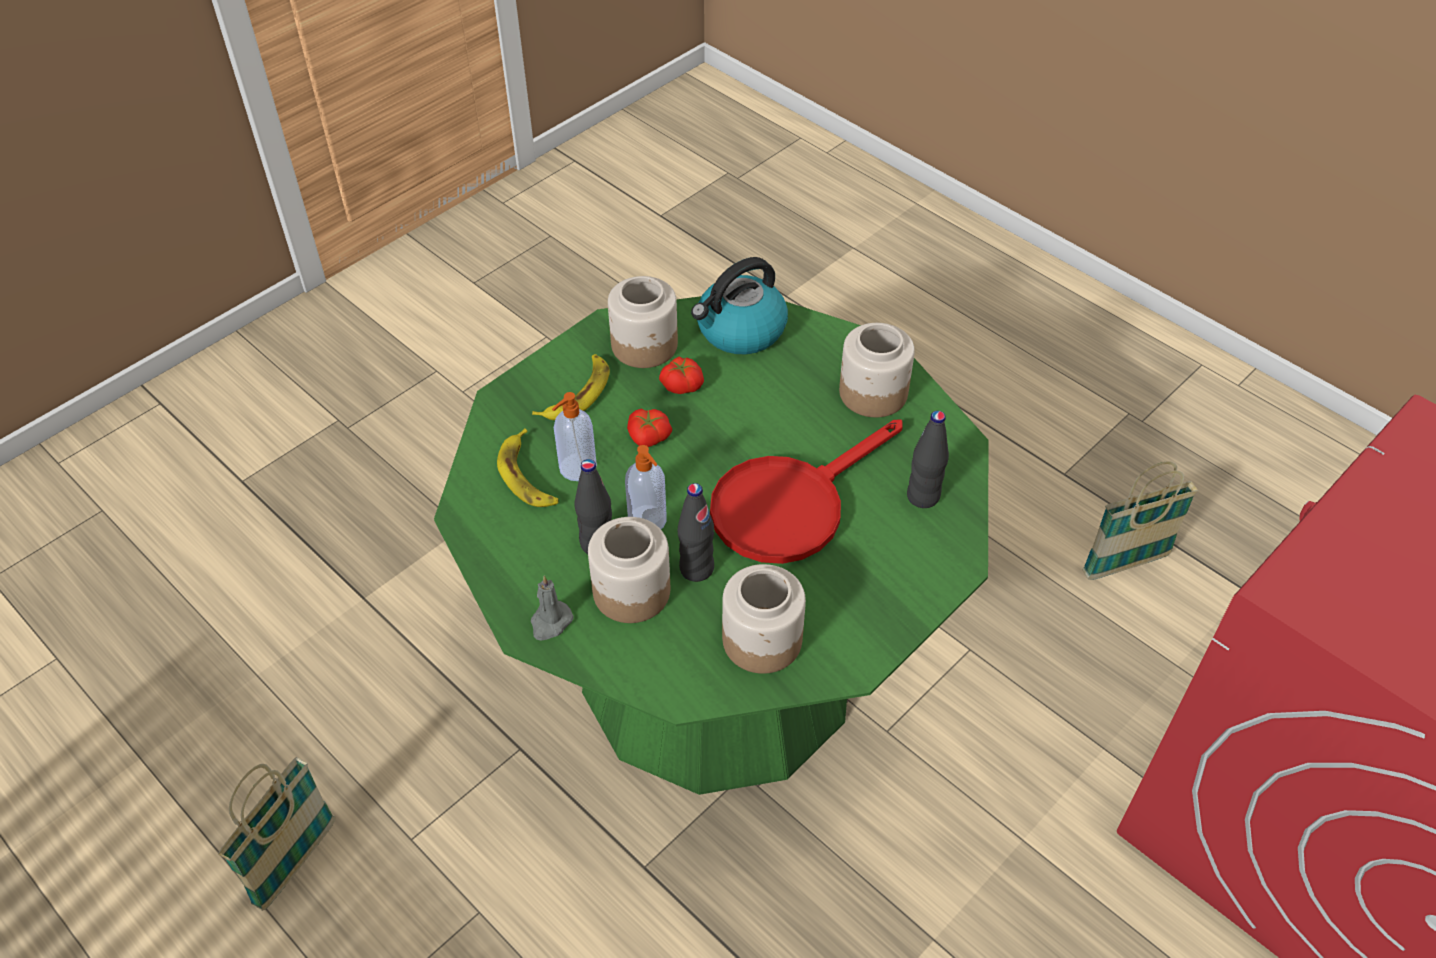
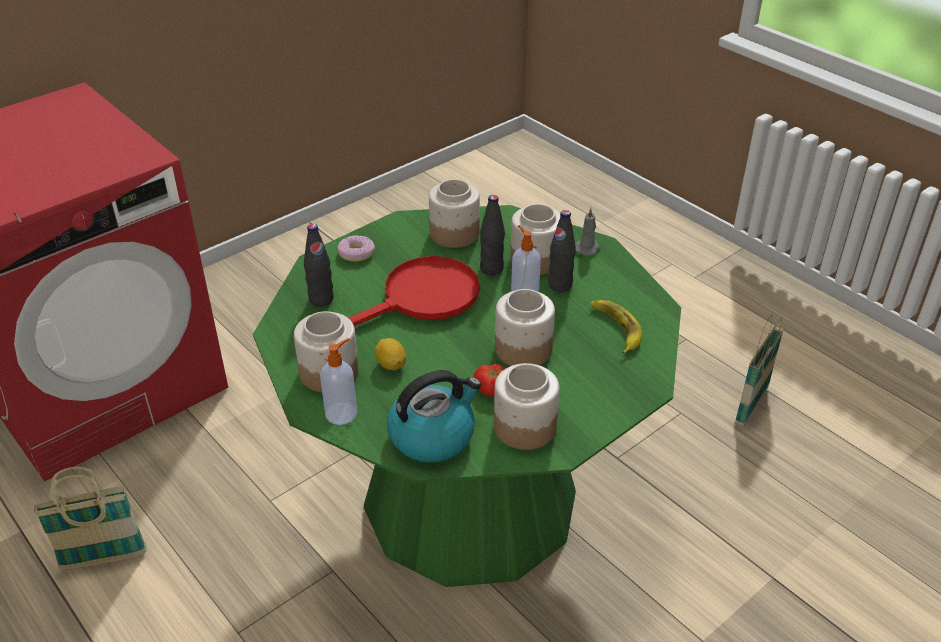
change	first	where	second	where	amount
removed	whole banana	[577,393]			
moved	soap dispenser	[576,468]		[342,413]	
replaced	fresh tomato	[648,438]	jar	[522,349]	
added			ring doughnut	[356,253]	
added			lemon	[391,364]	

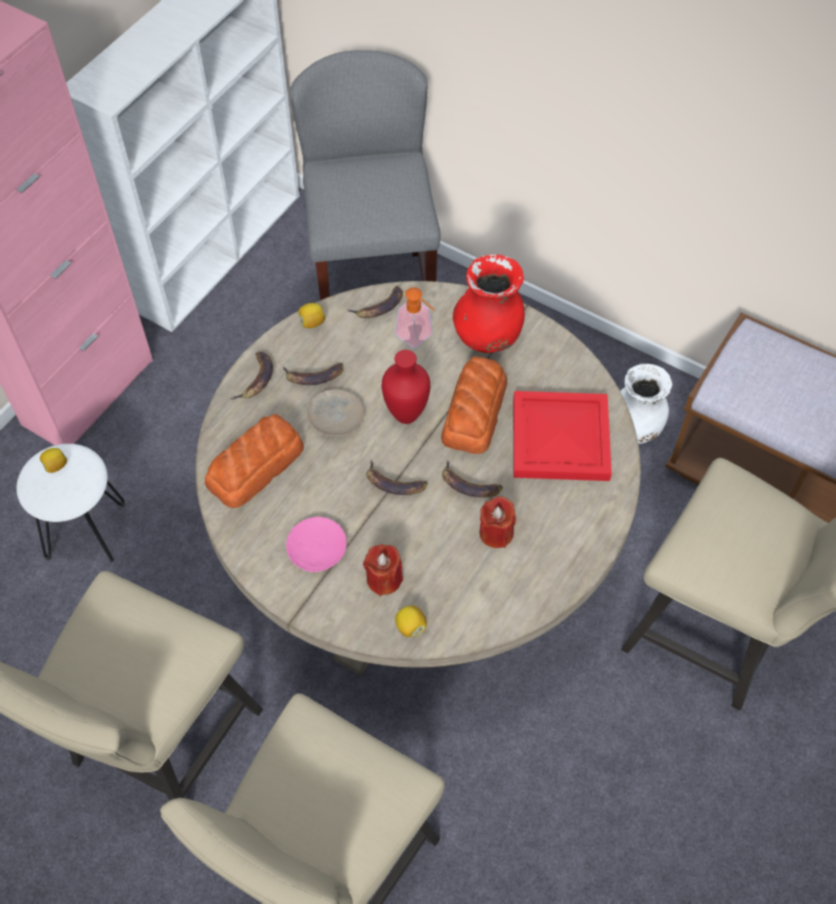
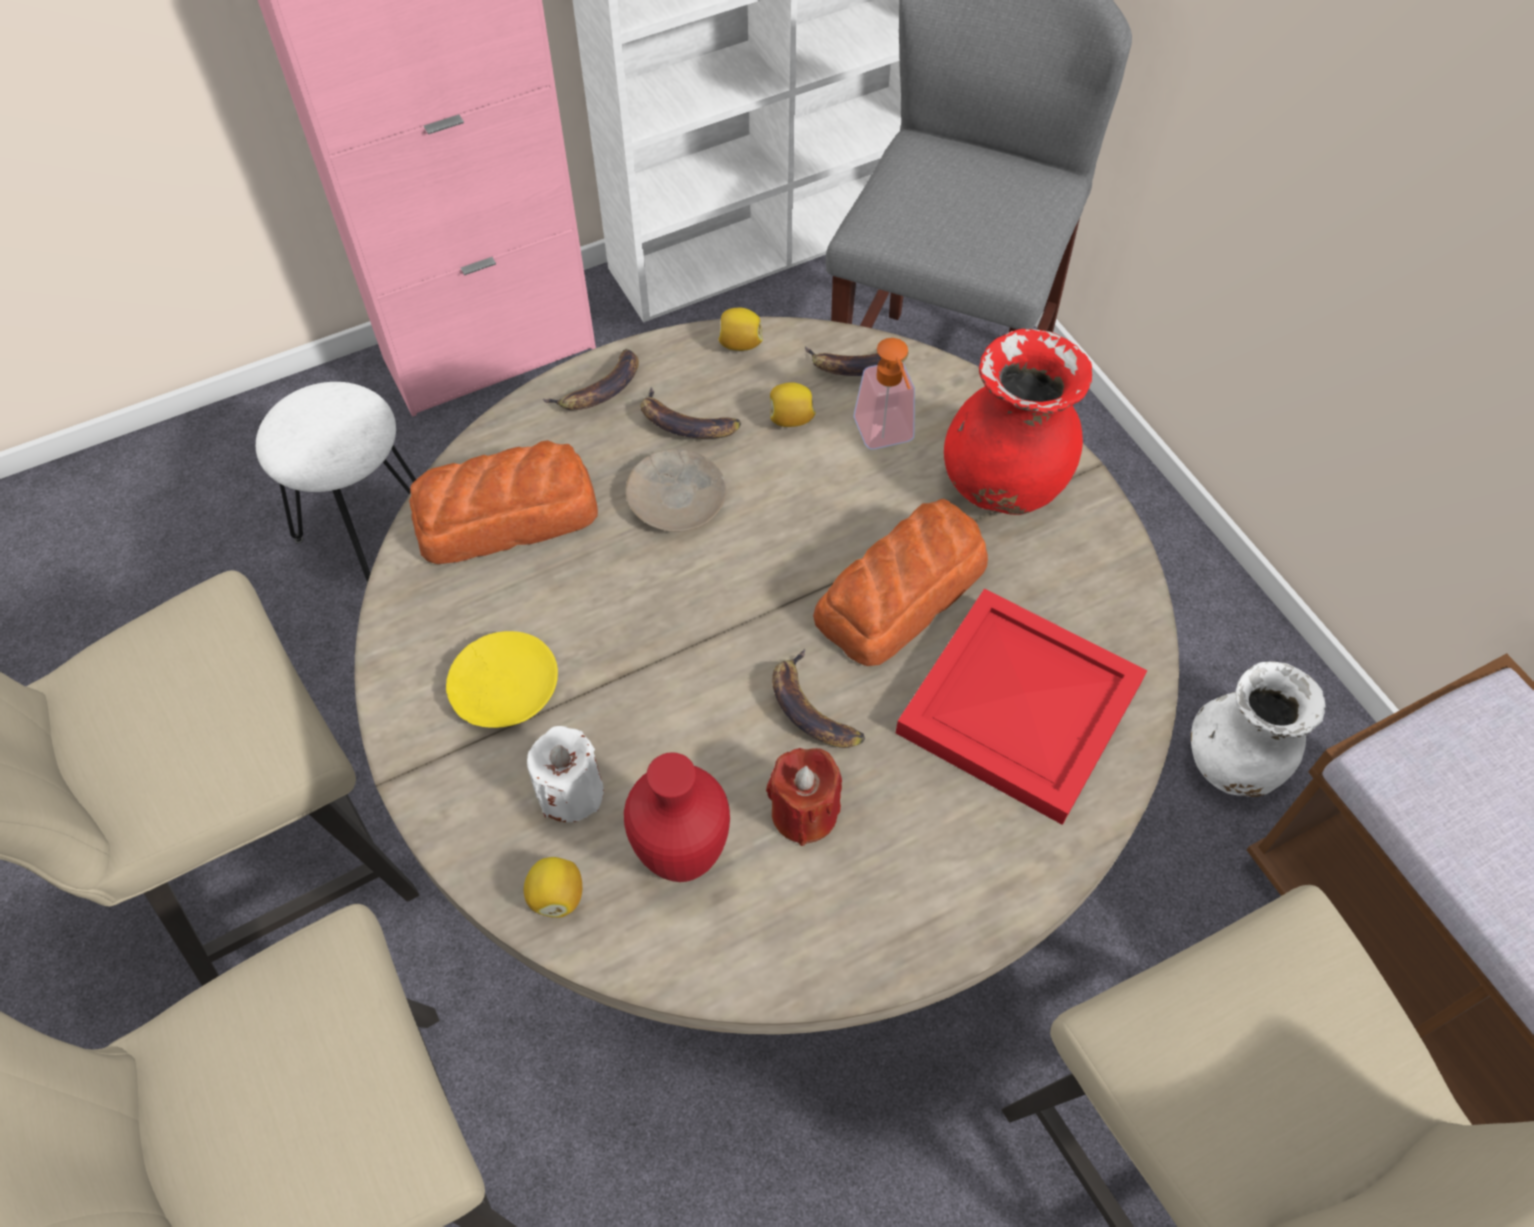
change	first	where	second	where	amount
moved	red decorative vase	[405,414]		[683,857]	
moved	lemon	[56,466]		[790,419]	
removed	whole banana	[393,483]			
recoloured	pink-coloured flat dish	[316,549]	yellow-coloured flat dish	[503,687]	
recoloured	red wax candle	[384,579]	white-coloured wax candle	[571,792]	

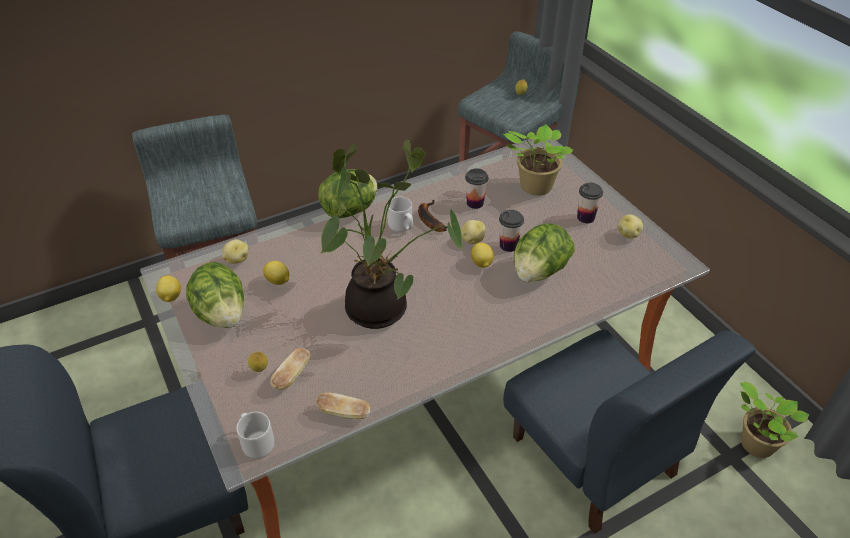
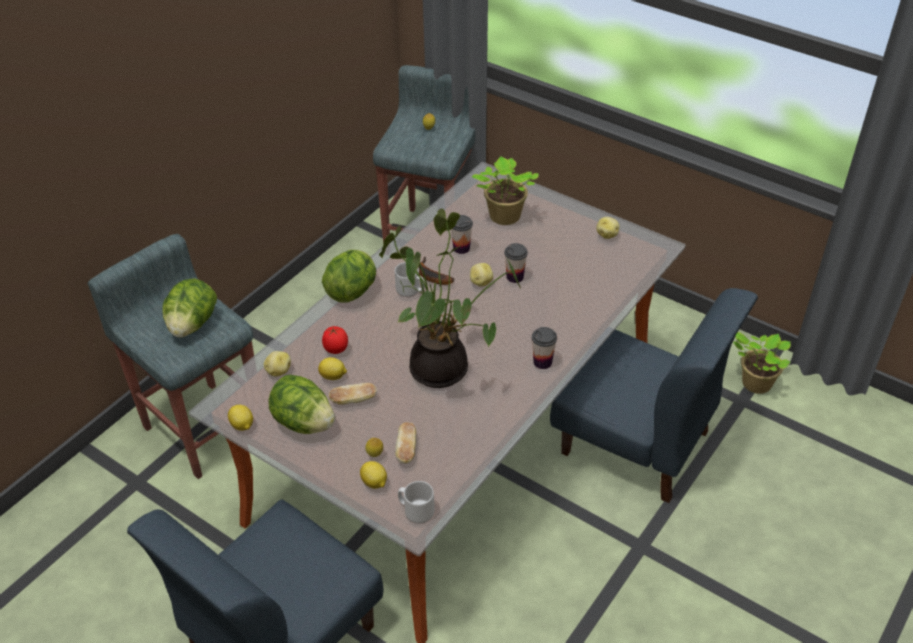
change	first	where	second	where	amount
moved	drinking cup	[585,217]		[542,362]	
moved	lettuce	[539,272]		[192,325]	
moved	lemon	[481,263]		[374,483]	
moved	baked bread	[344,413]		[354,400]	
added			fresh tomato	[336,350]	

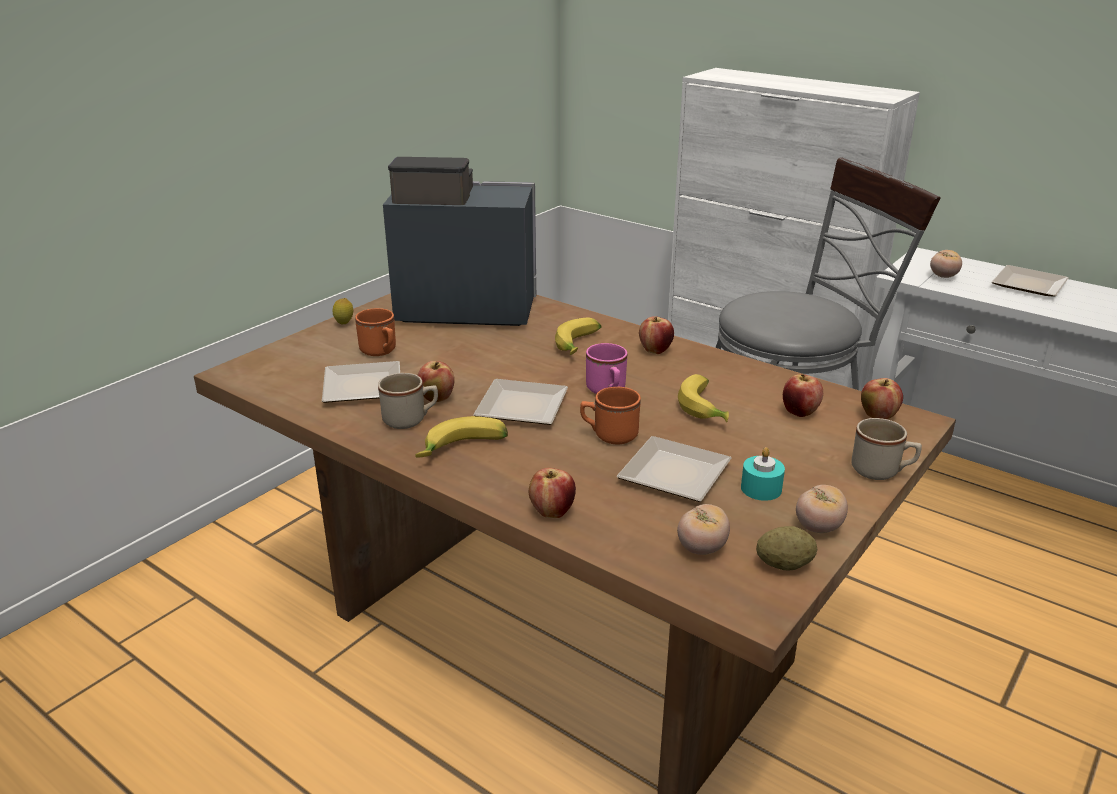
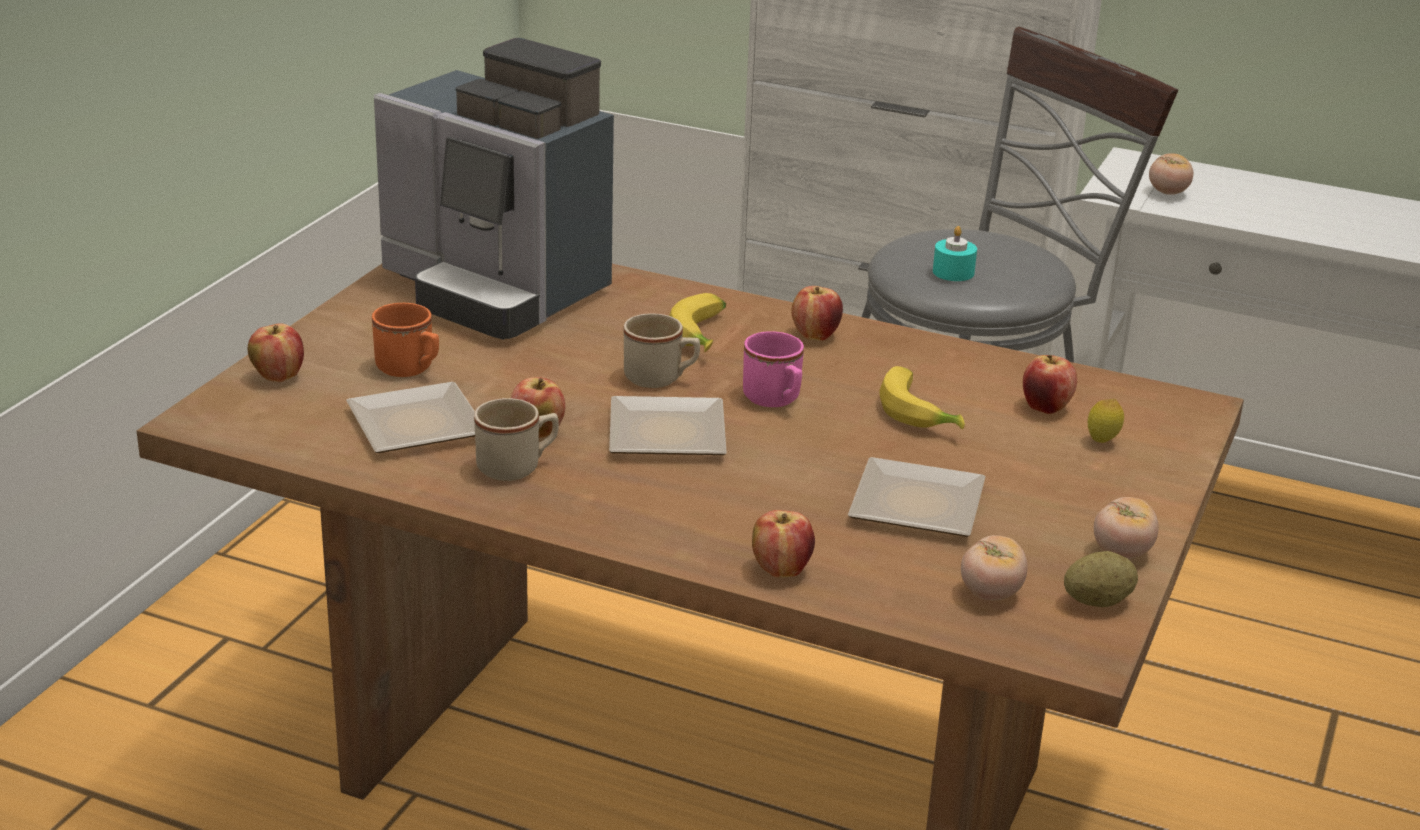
change	first	where	second	where	amount
turned	coffee machine	[461,308]		[494,291]	135 degrees counterclockwise
removed	flat dish	[1027,284]			
moved	lemon	[344,324]		[1102,442]	
moved	apple fruit	[878,416]		[278,377]	
removed	orange-coloured coffee mug	[609,435]			
removed	whole banana	[463,450]			
moved	beige-coloured coffee mug	[882,471]		[661,379]	
moved	blue-green wax candle	[761,488]		[953,272]	

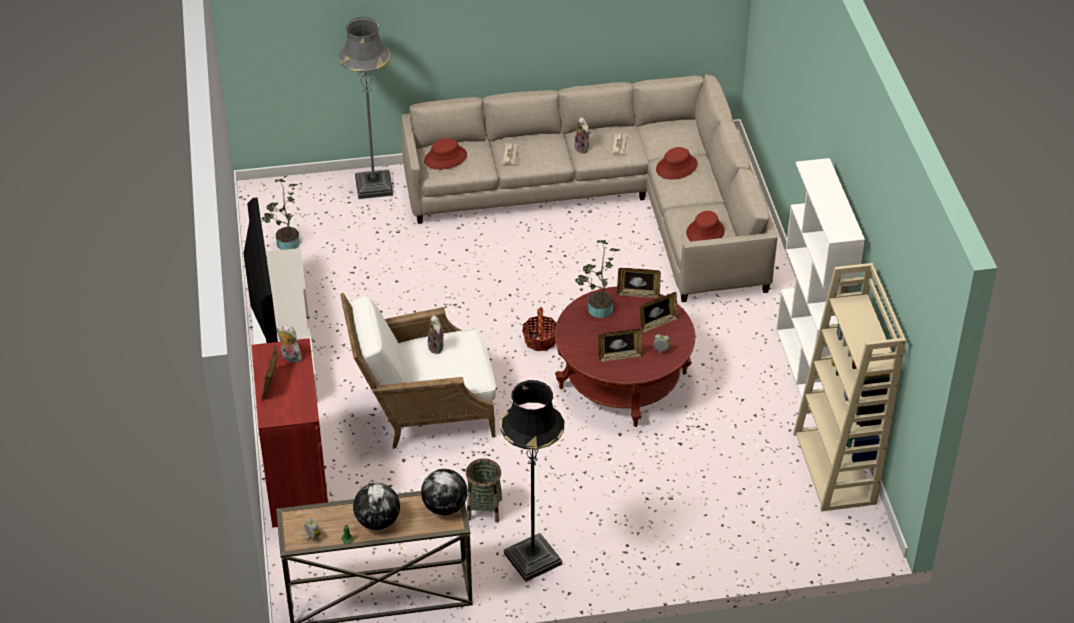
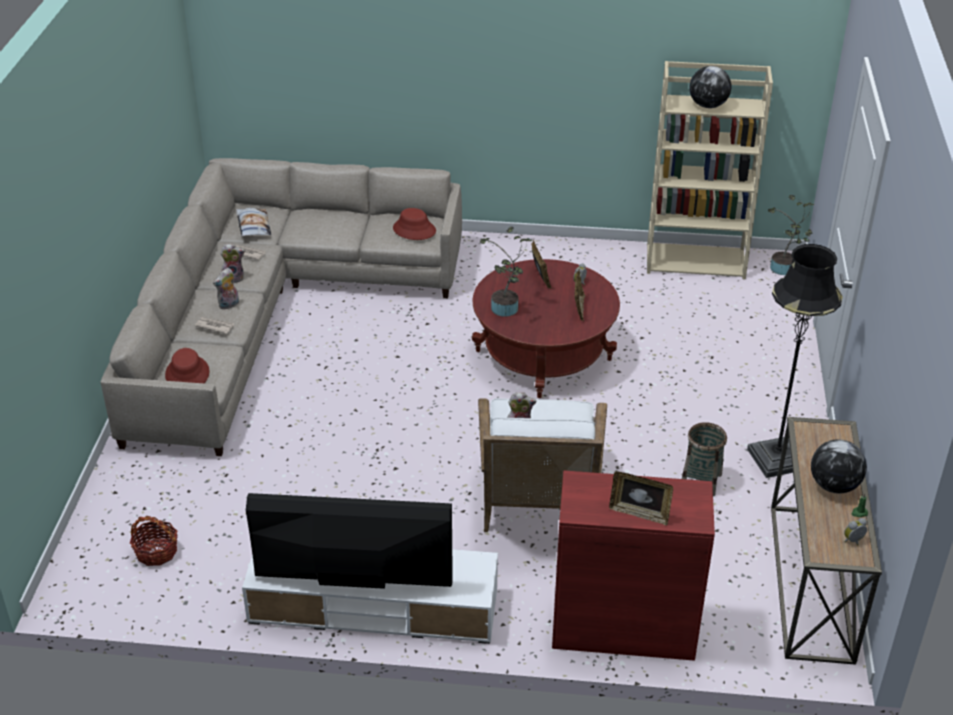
change	first	where	second	where	amount
removed	greyish standing lamp	[374,186]			
removed	red hat	[676,167]			
removed	white-coloured shelving unit	[808,368]			
moved	potted plant	[286,244]		[784,269]	
removed	photo frame	[638,294]			
moved	storage basket	[540,340]		[156,552]	
moved	soft toy	[289,357]		[229,305]	
moved	world globe	[445,507]		[708,105]	
added			throw pillow	[253,226]	

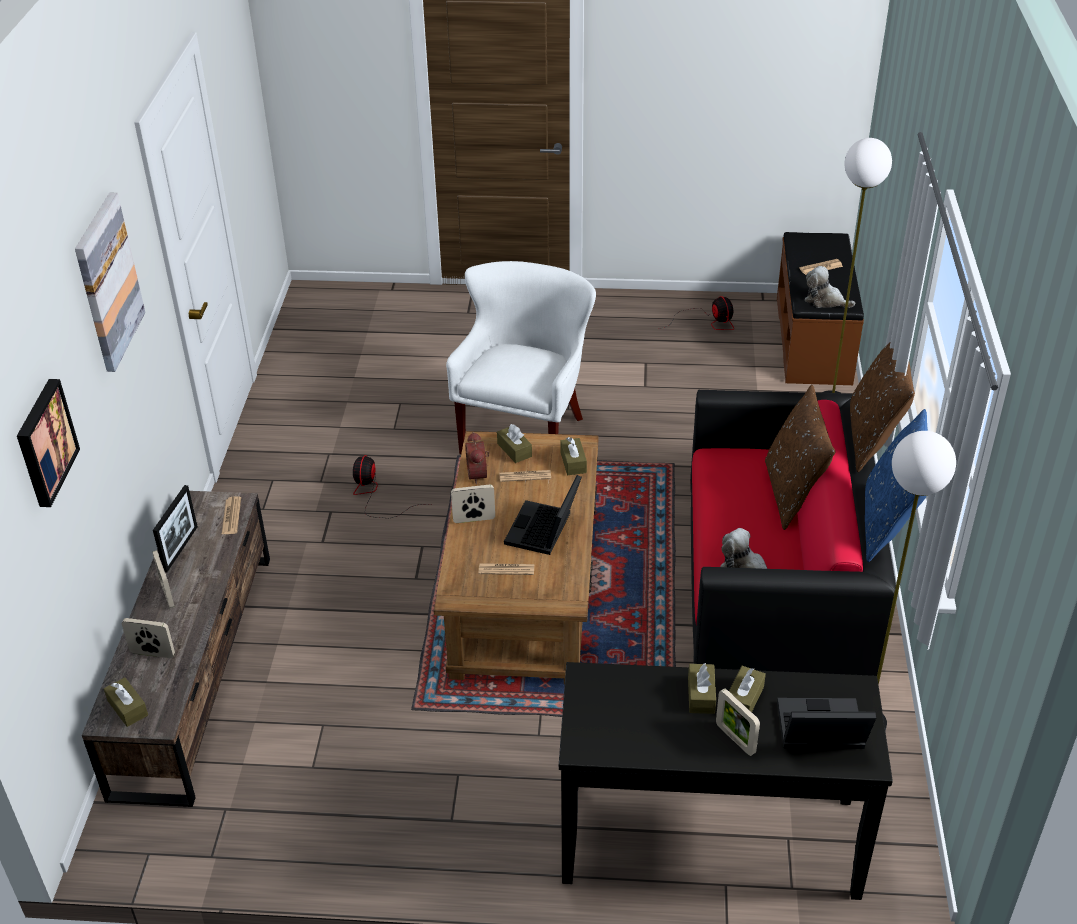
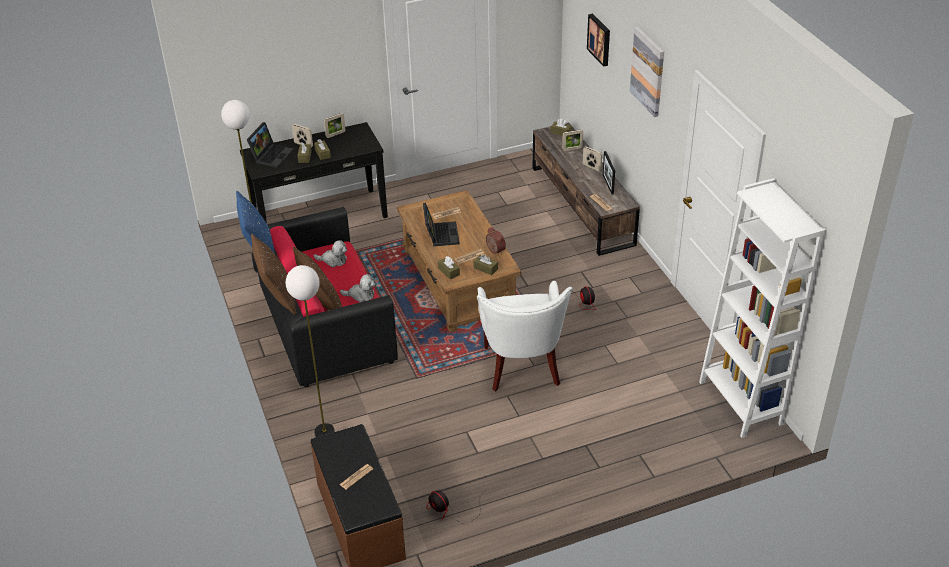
change	first	where	second	where	amount
moved	soft toy	[825,301]		[360,295]	
moved	photo frame	[474,519]		[335,134]	
turned	laptop	[818,732]		[271,155]	45 degrees counterclockwise
added			white-coloured shelving unit	[741,402]	

